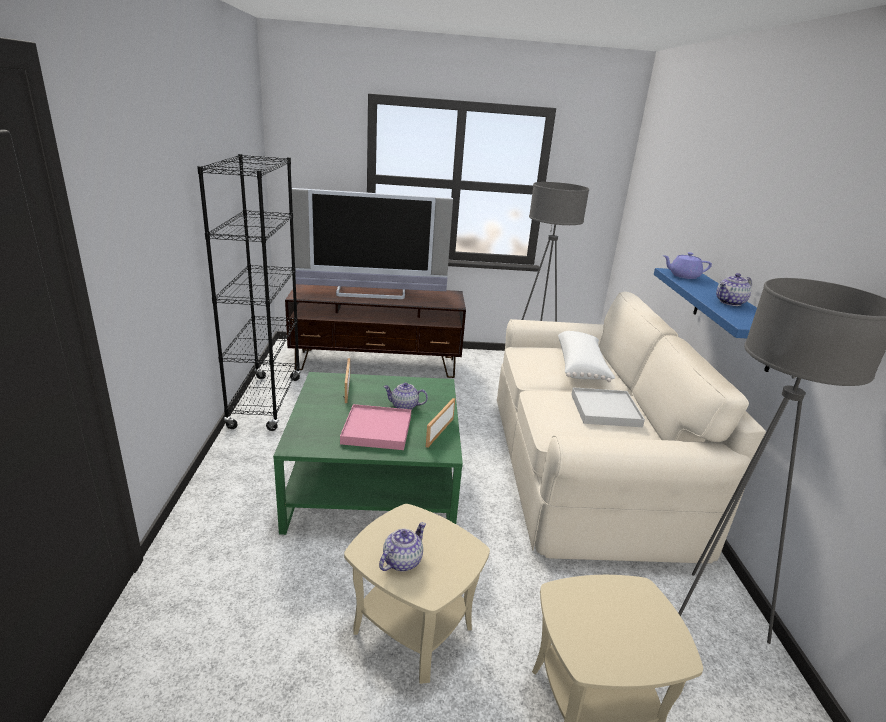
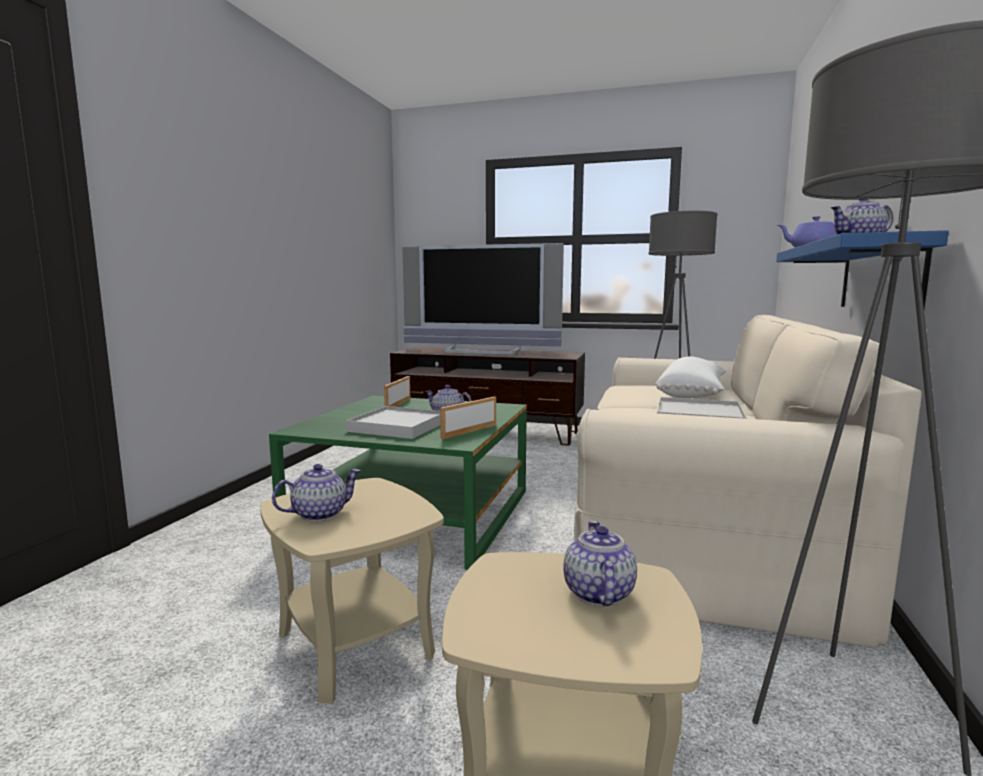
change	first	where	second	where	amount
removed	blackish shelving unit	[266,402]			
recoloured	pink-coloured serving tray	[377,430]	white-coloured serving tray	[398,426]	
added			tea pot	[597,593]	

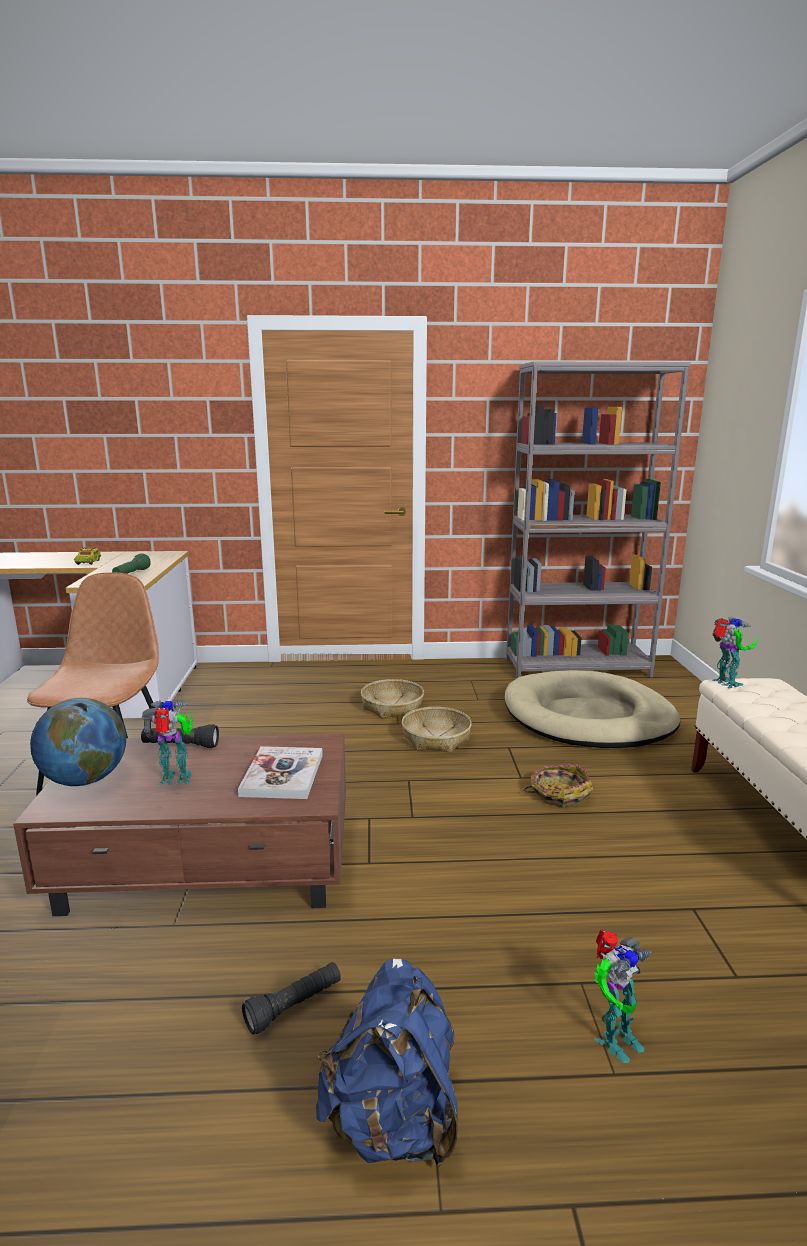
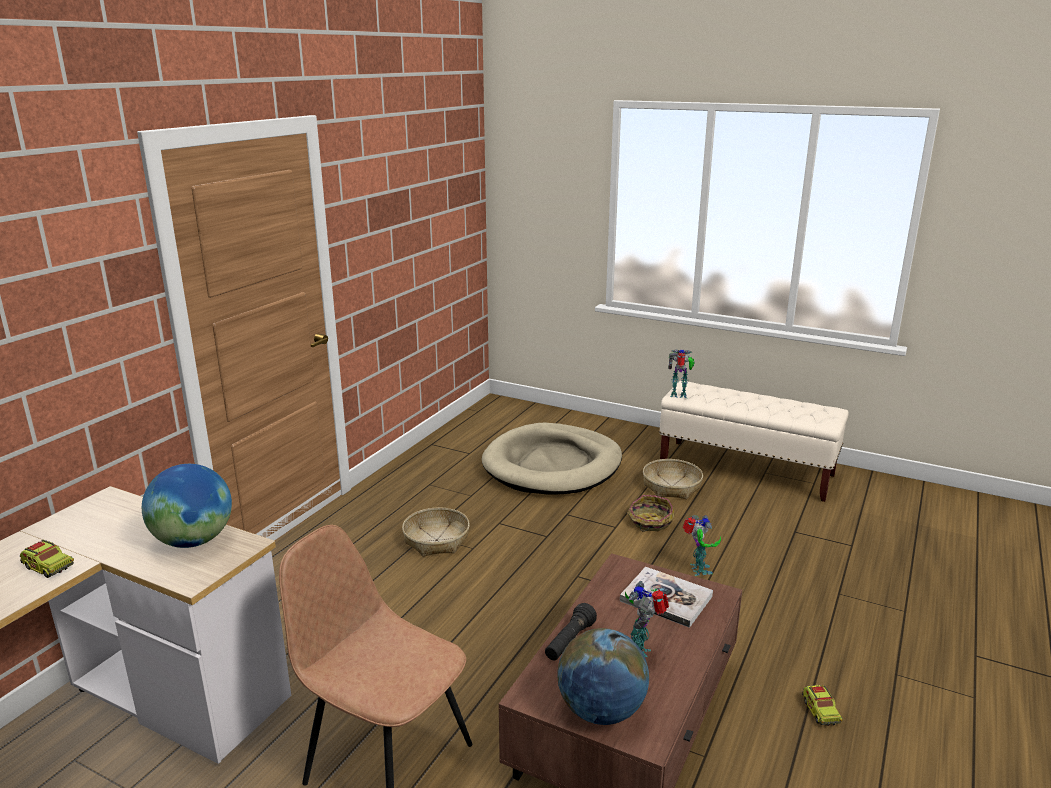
change	first	where	second	where	amount
removed	greyish shelving unit	[577,668]			
replaced	green-coloured torch	[131,574]	world globe	[193,541]	
moved	storage basket	[436,738]		[671,486]	
moved	model robot	[614,1039]		[698,570]	
removed	blue knapsack	[394,1121]			
replaced	blackish torch	[294,1006]	model truck	[820,711]	

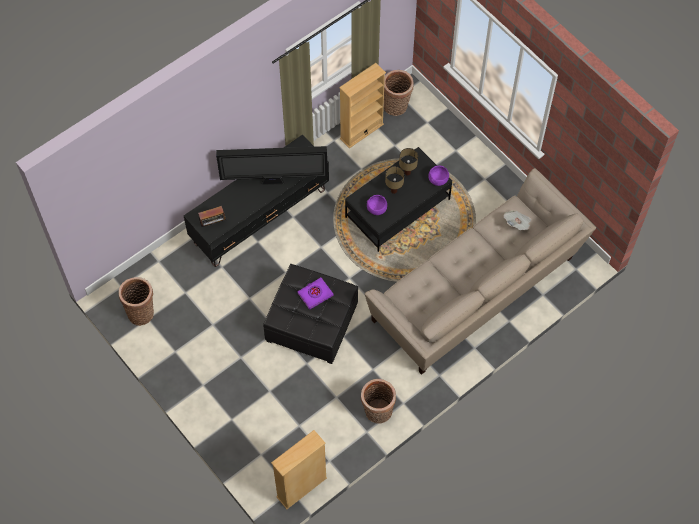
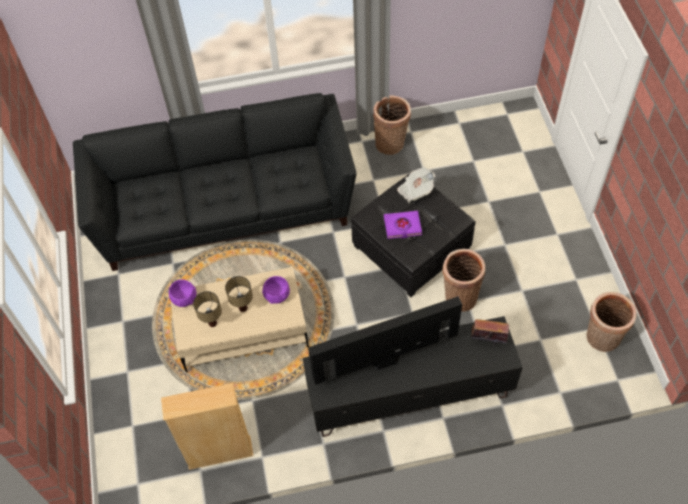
change	first	where	second	where	amount
moved	storage basket	[397,107]		[459,296]	
turned	TV set	[274,181]		[385,361]	45 degrees counterclockwise
recoloured	blackish coffee table	[397,208]	beige-coloured coffee table	[242,330]	
recoloured	beige-coloured settee	[475,293]	blackish settee	[224,207]	
moved	daily paper	[517,224]		[415,190]	
removed	beige-coloured shelving unit	[301,487]			

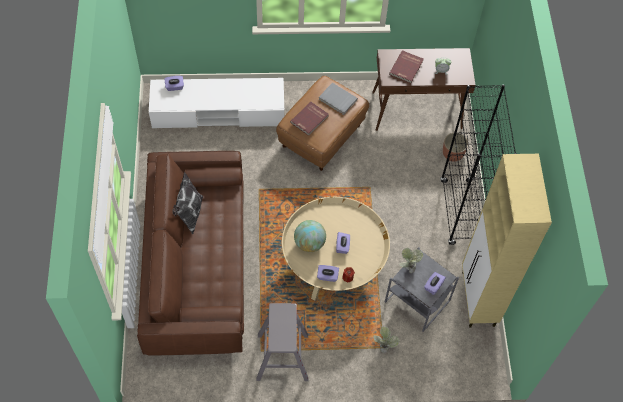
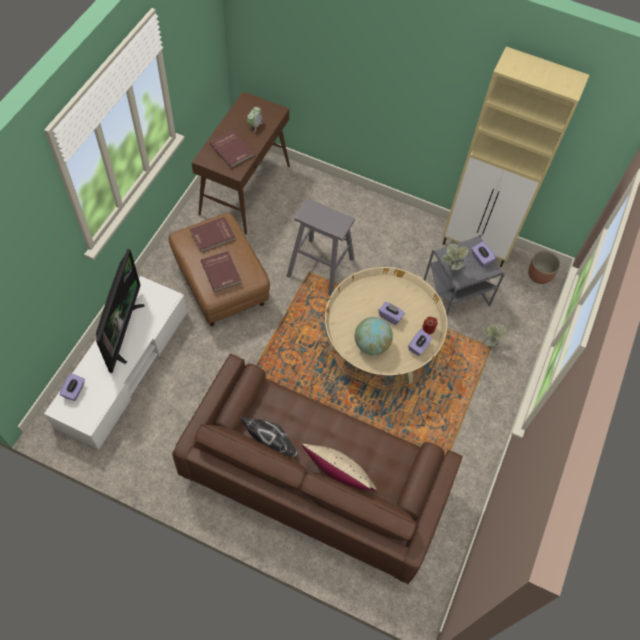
change	first	where	second	where	amount
recoloured	greyish bound book	[337,100]	red bound book	[213,236]	
removed	blackish shelving unit	[460,212]			
moved	plant pot	[452,154]		[539,275]	
moved	greyish stool	[282,357]		[320,267]	
added			TV set	[122,331]	
added			beige-coloured throw pillow	[338,478]	

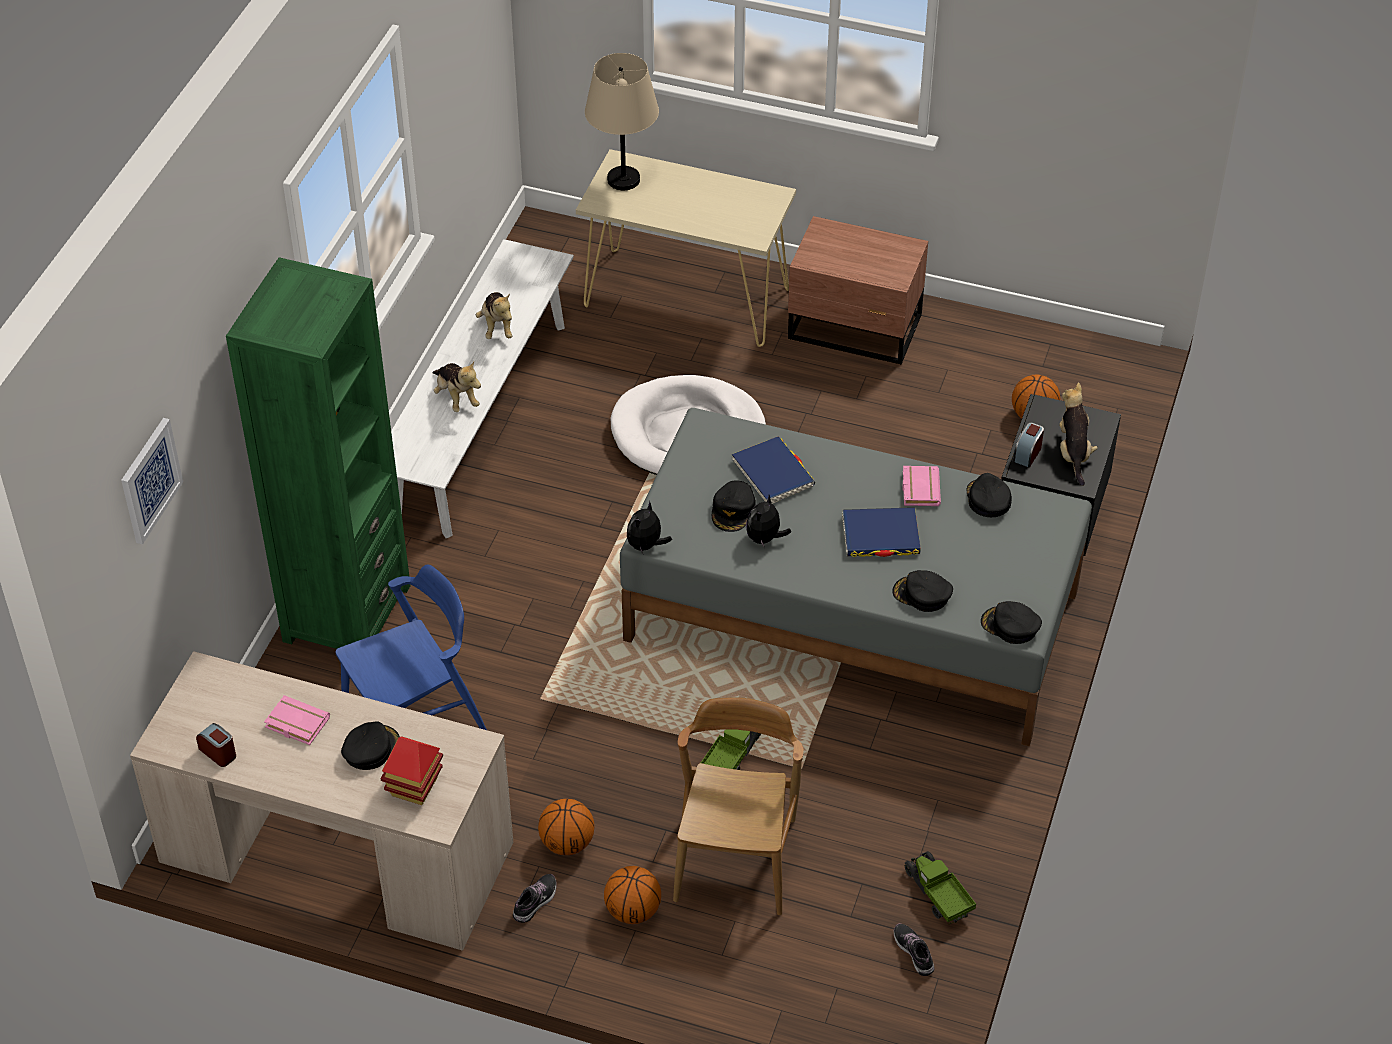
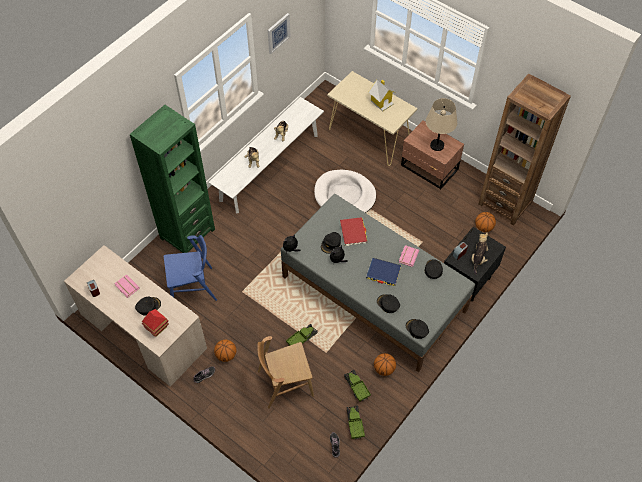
change	first	where	second	where	amount
moved	beige-coloured tabletop lamp	[623,179]		[437,145]	
moved	picture	[149,480]		[278,33]	
recoloured	blue bound book	[773,474]	red bound book	[353,232]	
turned	brown plain chair	[736,859]		[285,383]	135 degrees counterclockwise
moved	ball for basketball	[632,911]		[384,369]	
added			brown shelving unit	[505,203]	
added			miniature house	[381,102]	
added			model truck	[356,387]	

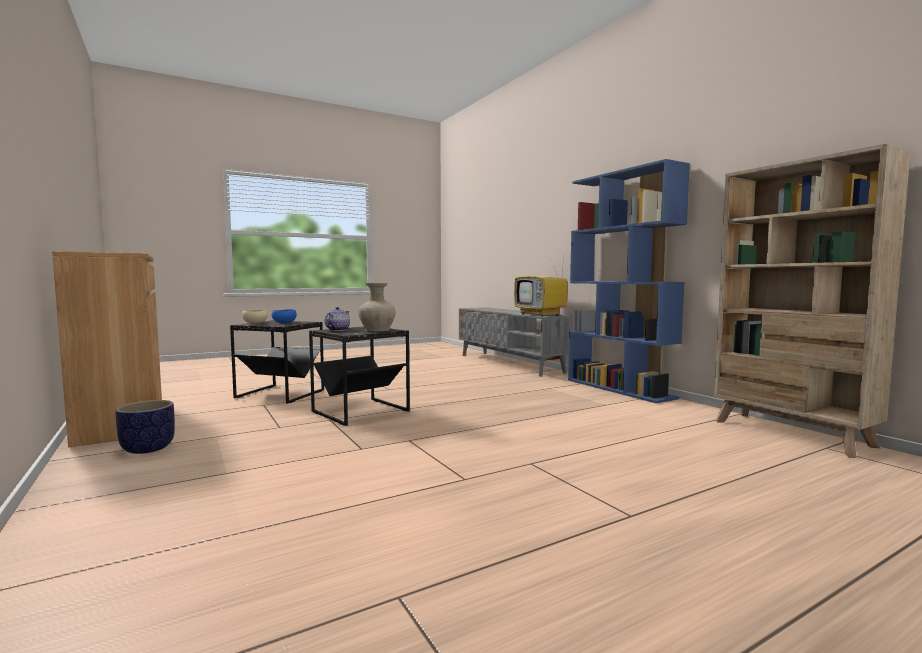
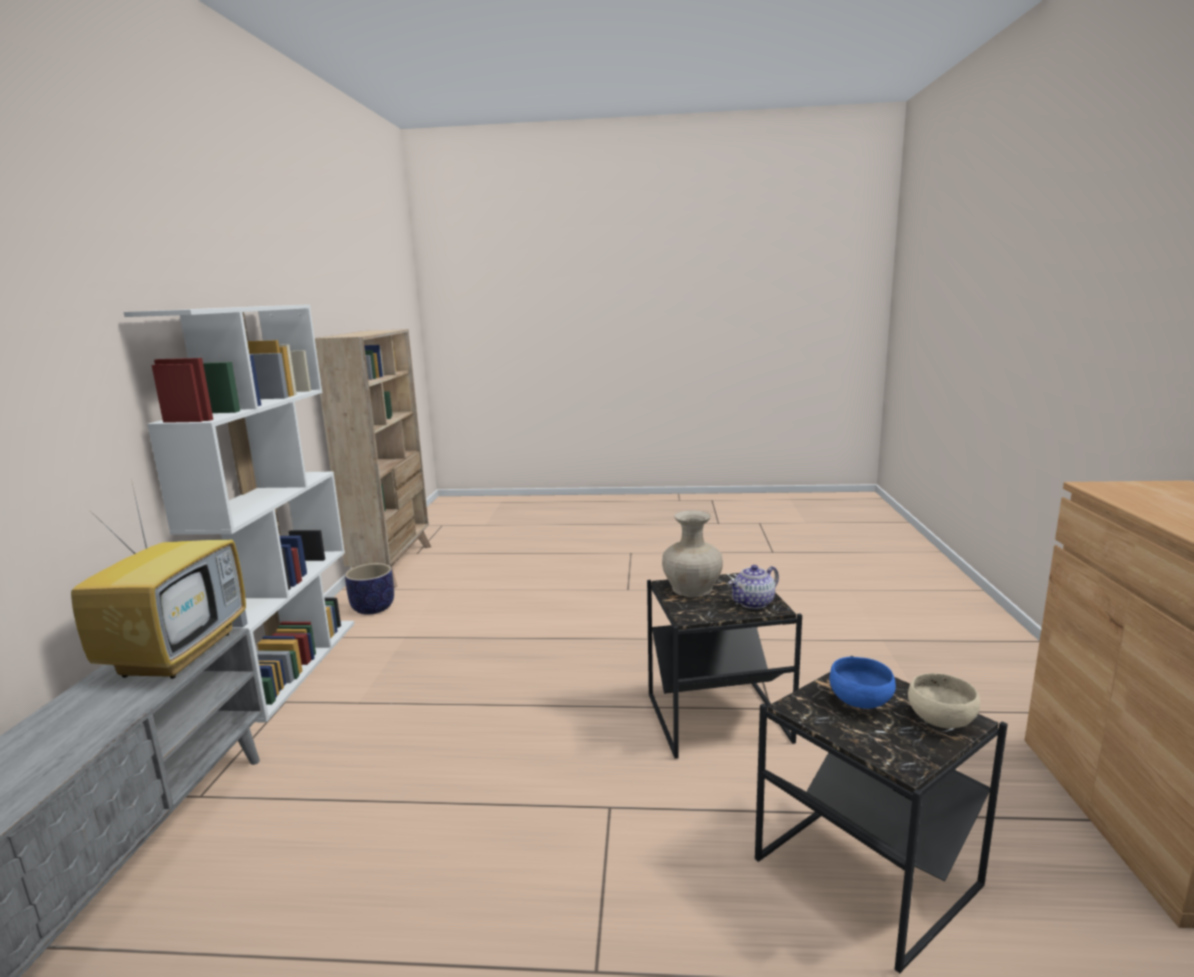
change	first	where	second	where	amount
recoloured	blue shelving unit	[620,389]	white-coloured shelving unit	[290,665]	
moved	plant pot	[147,448]		[373,608]	

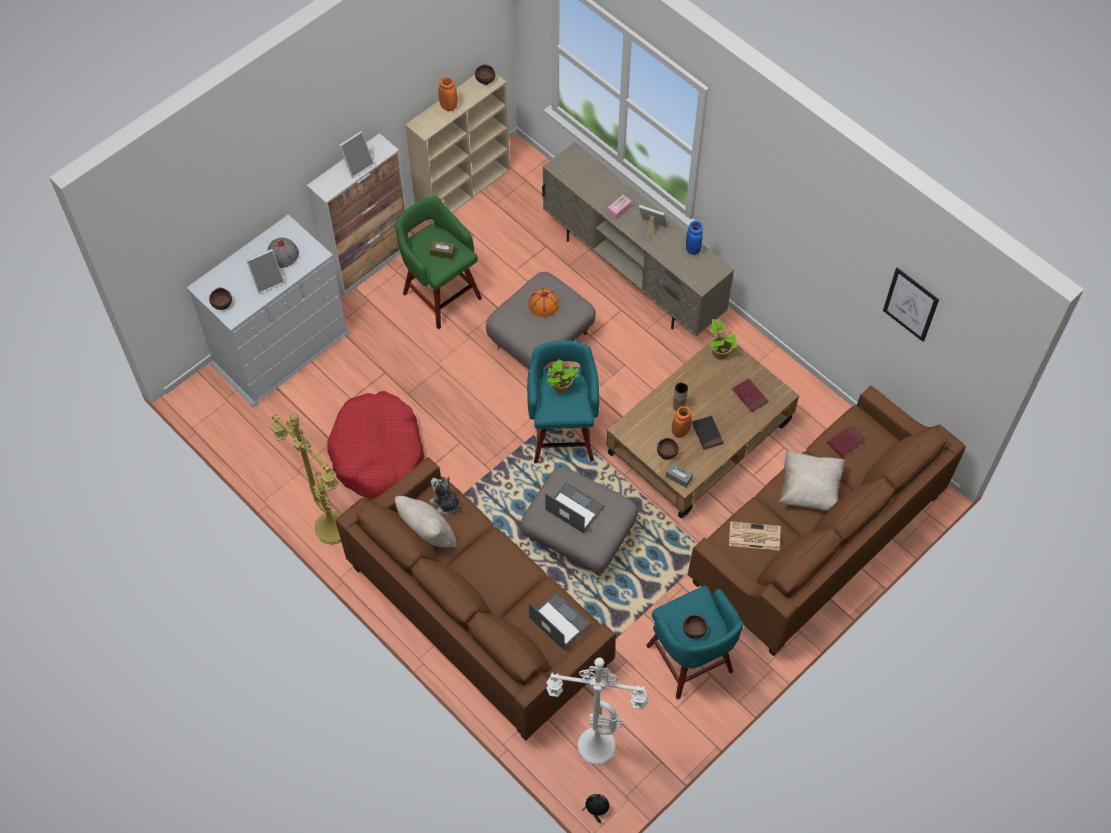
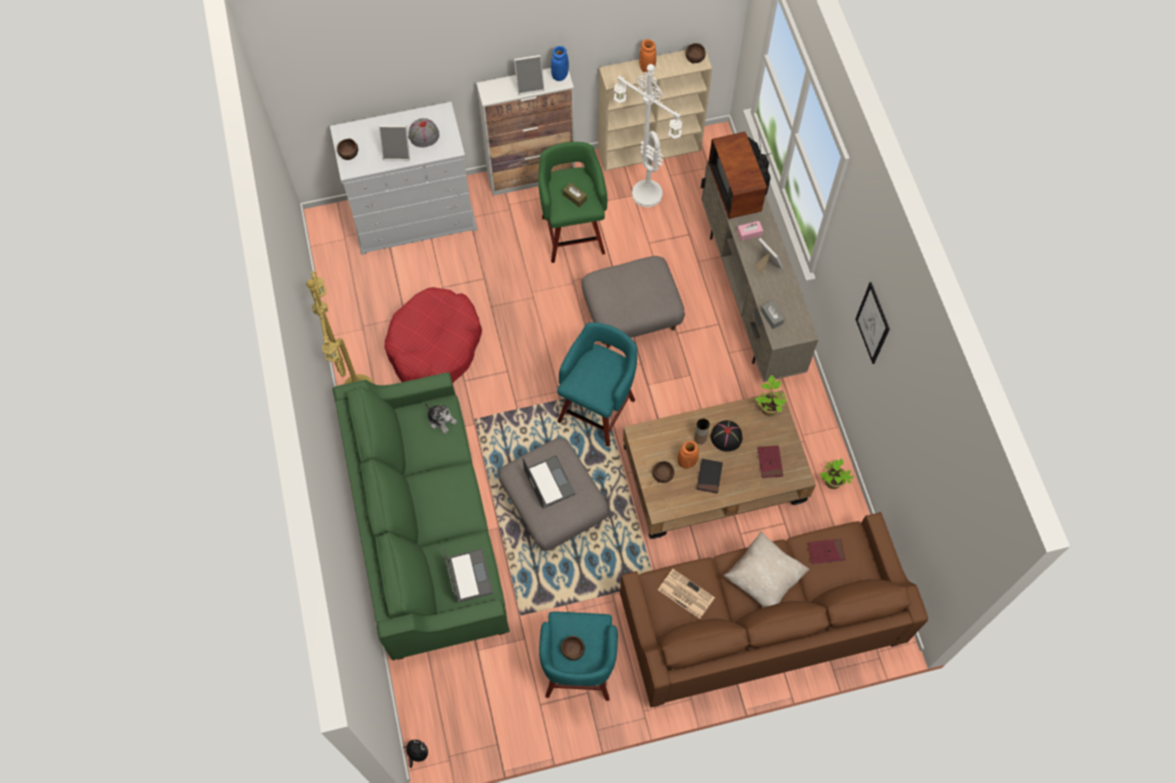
change	first	where	second	where	amount
moved	blue decorative vase	[693,248]		[560,75]	
moved	picture	[910,304]		[872,323]	
removed	orange-coloured hat	[543,304]			
moved	potted plant	[561,388]		[832,483]	
recoloured	brown settee	[478,615]	green-coloured settee	[427,529]	
moved	greyish tissue holder	[678,477]		[771,317]	
turned	soft toy	[445,503]		[441,420]	150 degrees clockwise
removed	beige-coloured throw pillow	[427,535]			
moved	white-coloured standing lamp	[594,749]		[644,195]	
added			TV set	[739,188]	
added			blackish hat	[726,436]	

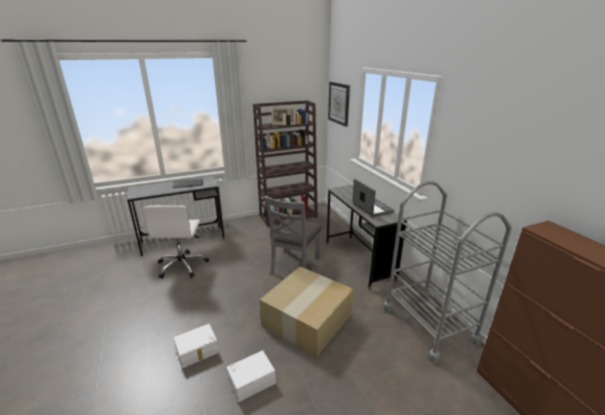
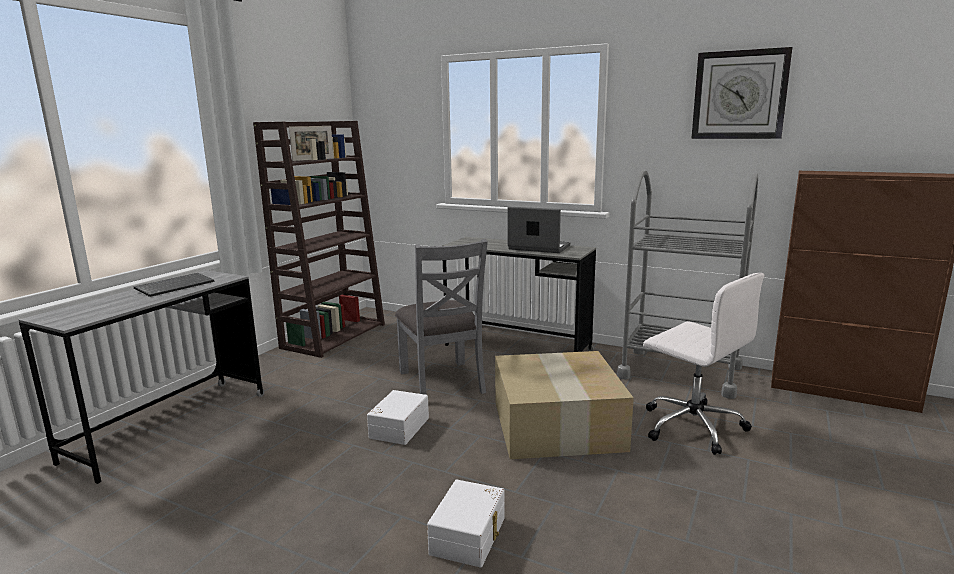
change	first	where	second	where	amount
moved	clock on the wall	[339,103]		[739,95]	
moved	white-coloured computer chair	[182,265]		[691,425]	
moved	white-coloured storage bin	[251,380]		[398,427]	

